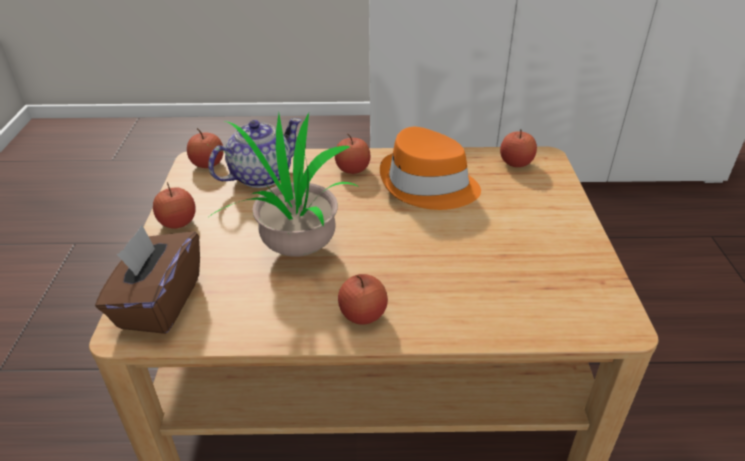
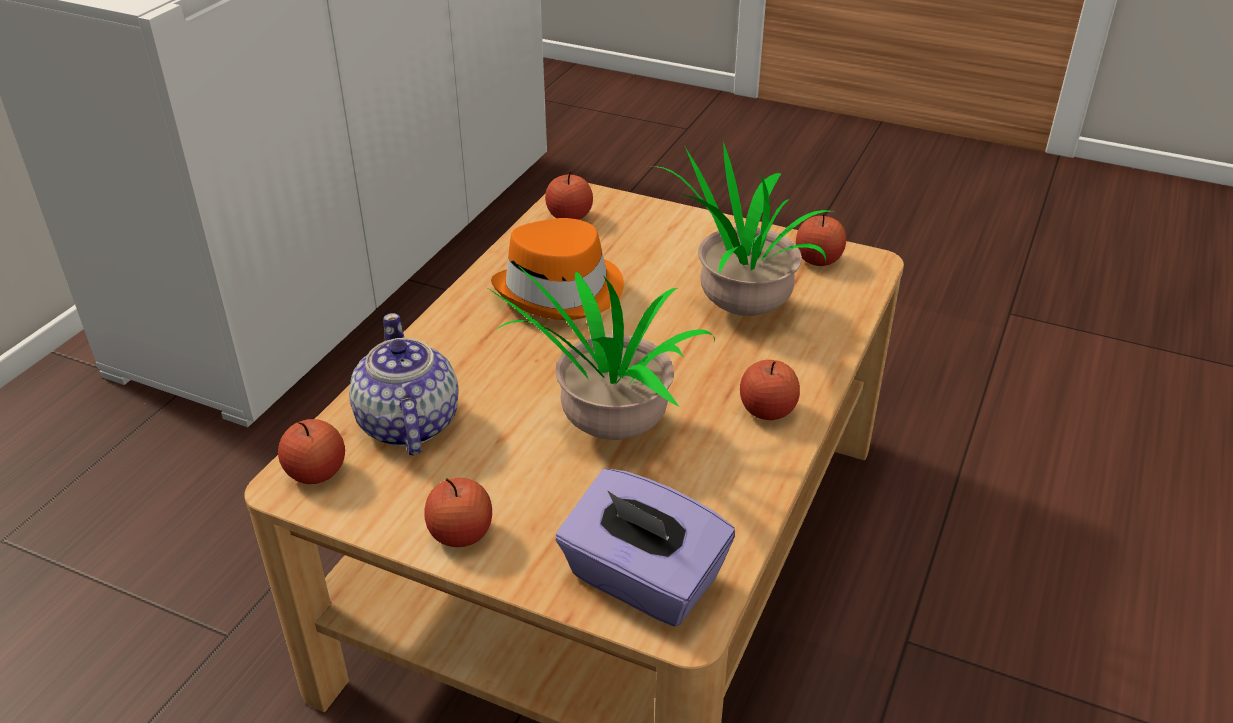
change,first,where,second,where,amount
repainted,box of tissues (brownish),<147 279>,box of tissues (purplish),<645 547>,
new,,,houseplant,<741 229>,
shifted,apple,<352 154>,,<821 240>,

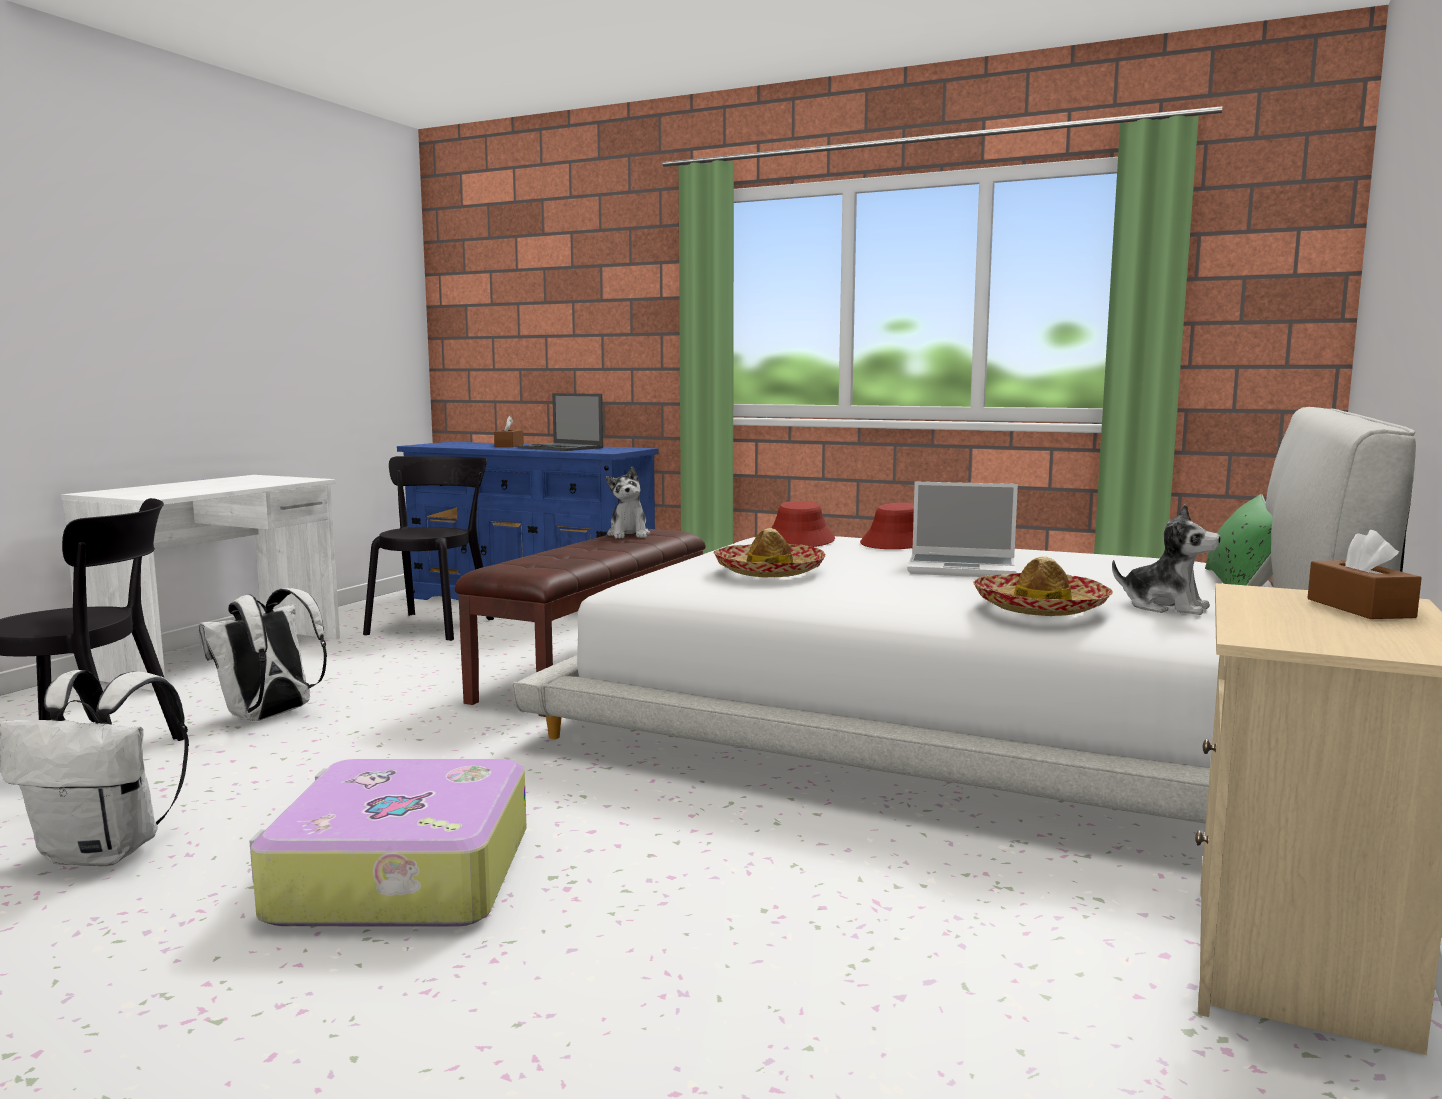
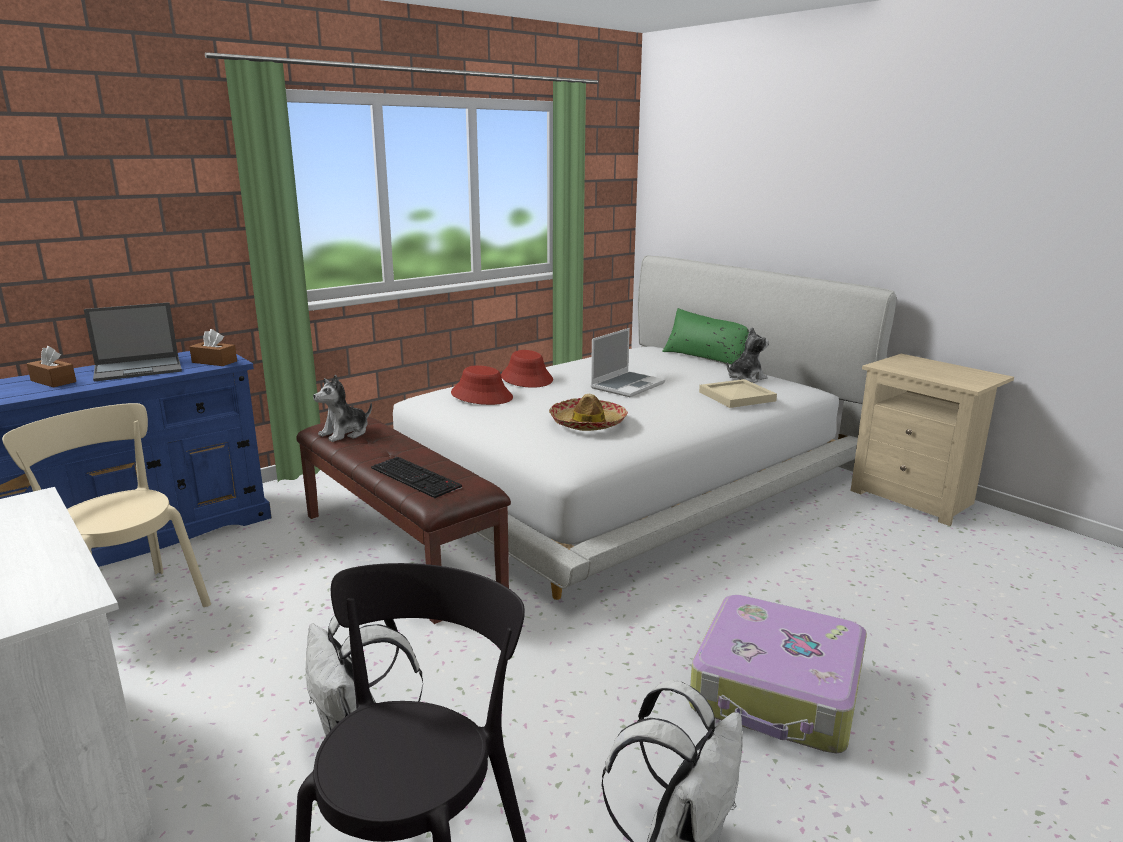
change,first,where,second,where,amount
repainted,upright chair (black),<428 548>,upright chair (sand-coloured),<106 505>,
shifted,box of tissues (brownish),<1365 574>,,<213 347>,
rotated,cuddly toy,<628 503>,,<342 408>,120 degrees clockwise
new,,,keyboard,<416 477>,
swapped,clothing hat,<1043 586>,serving tray (sand-coloured),<738 393>,

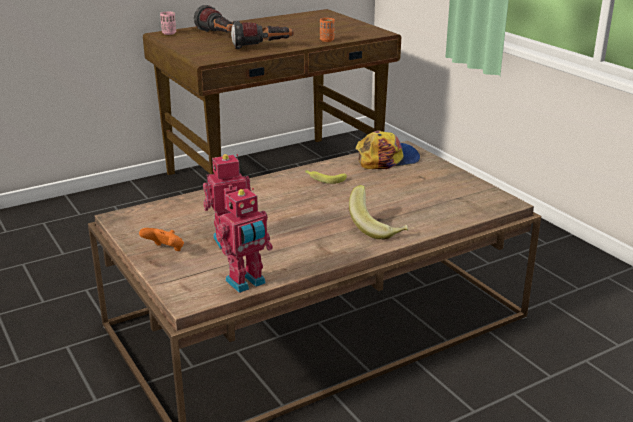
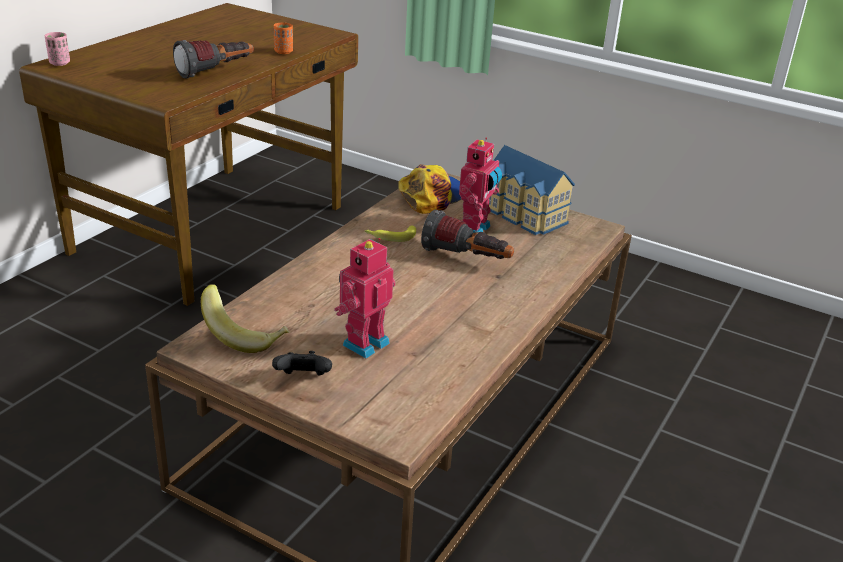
change,first,where,second,where,amount
shifted,banana fruit,<378 212>,,<245 318>,
repainted,game controller (orange),<161 239>,game controller (black),<302 363>,
shifted,flashlight,<213 19>,,<467 234>,
shifted,model robot,<244 240>,,<480 185>,
new,,,miniature house,<532 190>,

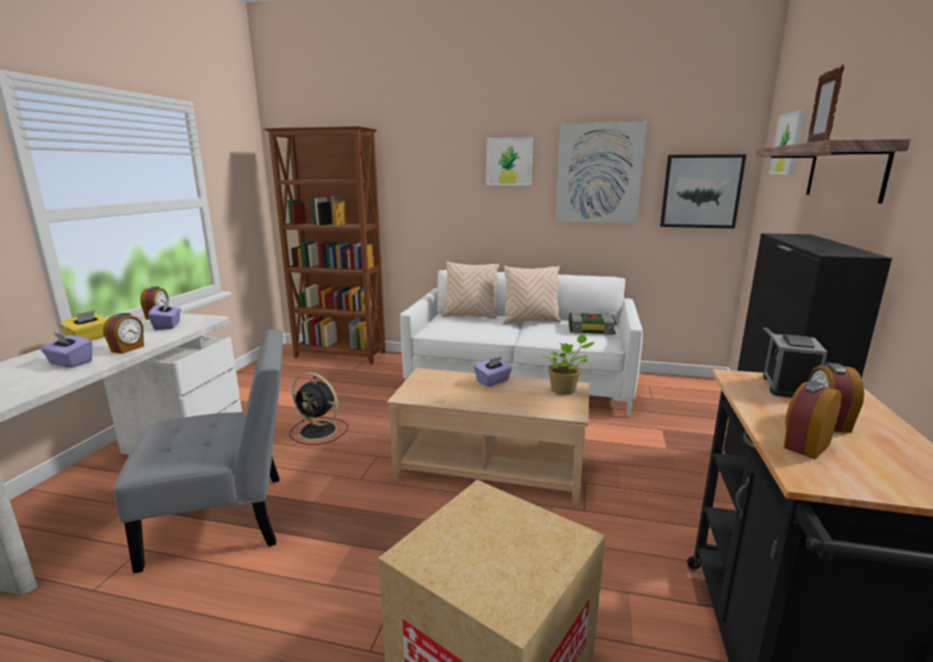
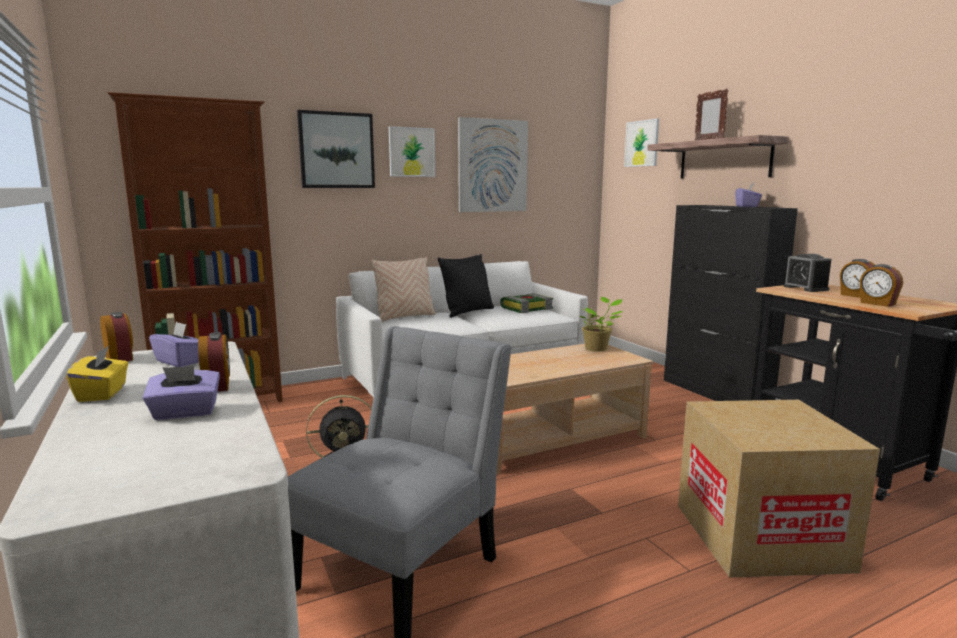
change,first,where,second,where,amount
shifted,picture,<703 191>,,<336 149>,
repainted,pillow (sand-coloured),<532 294>,pillow (black),<466 286>,
shifted,box of tissues (purplish),<493 371>,,<748 195>,
rotated,table clock,<813 419>,,<881 285>,45 degrees counterclockwise

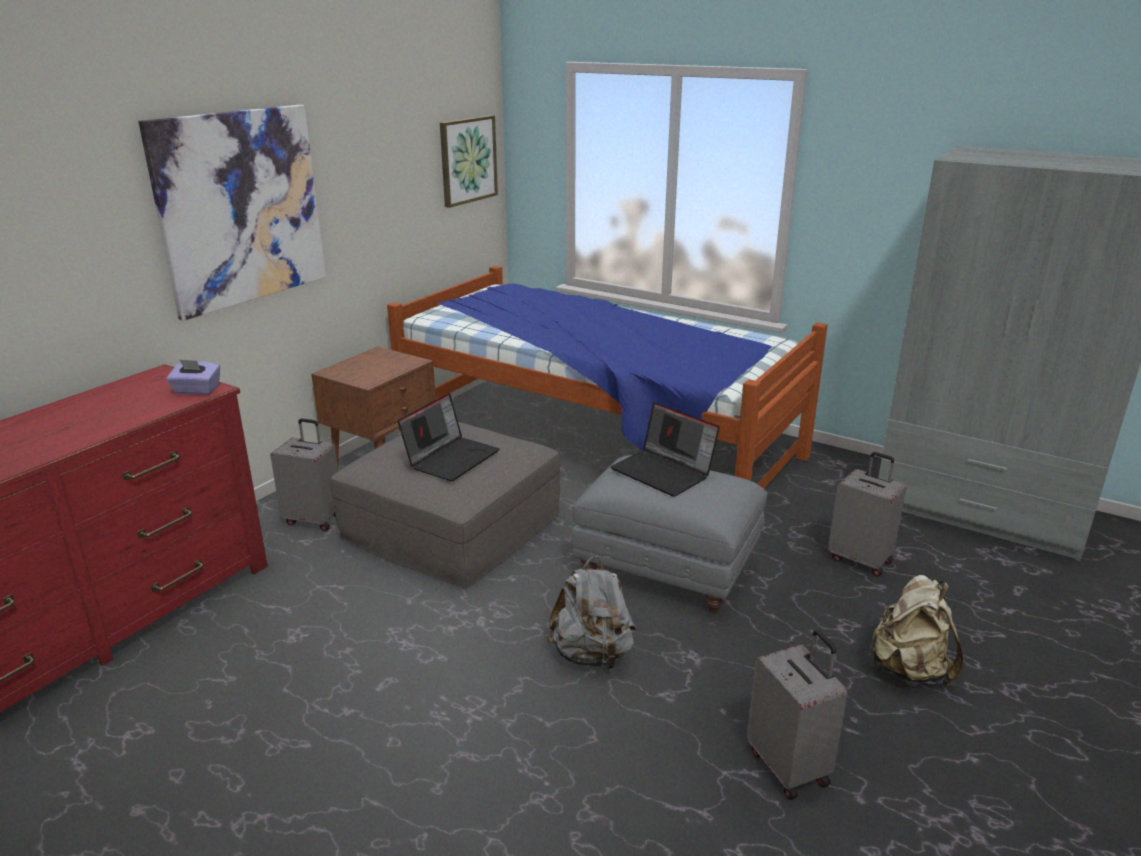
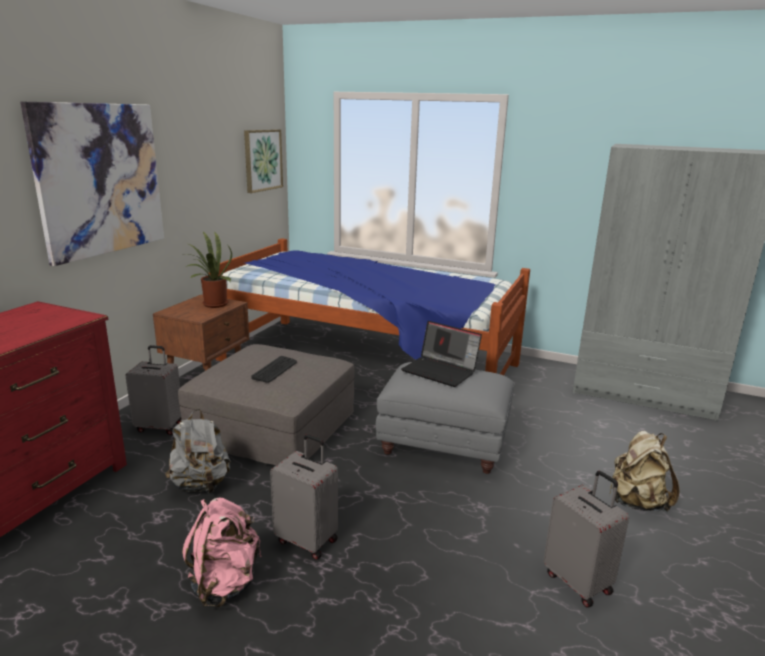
change,first,where,second,where,amount
shifted,backpack (gray),<591 613>,,<198 451>,
new,,,backpack (pink),<222 552>,
new,,,houseplant,<209 269>,
swapped,laptop,<448 437>,keyboard,<274 369>,
shifted,piece of luggage (gray),<867 514>,,<304 497>,
gone,box of tissues (purplish),<193 377>,,,

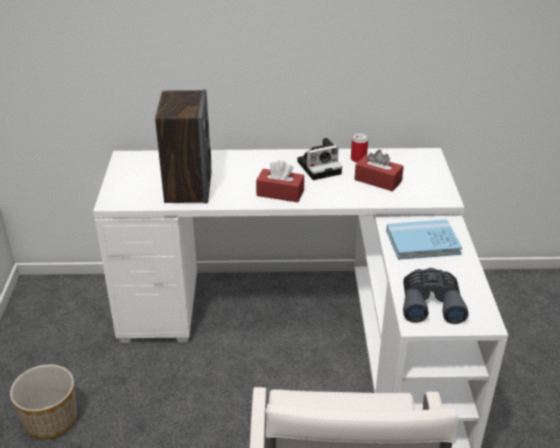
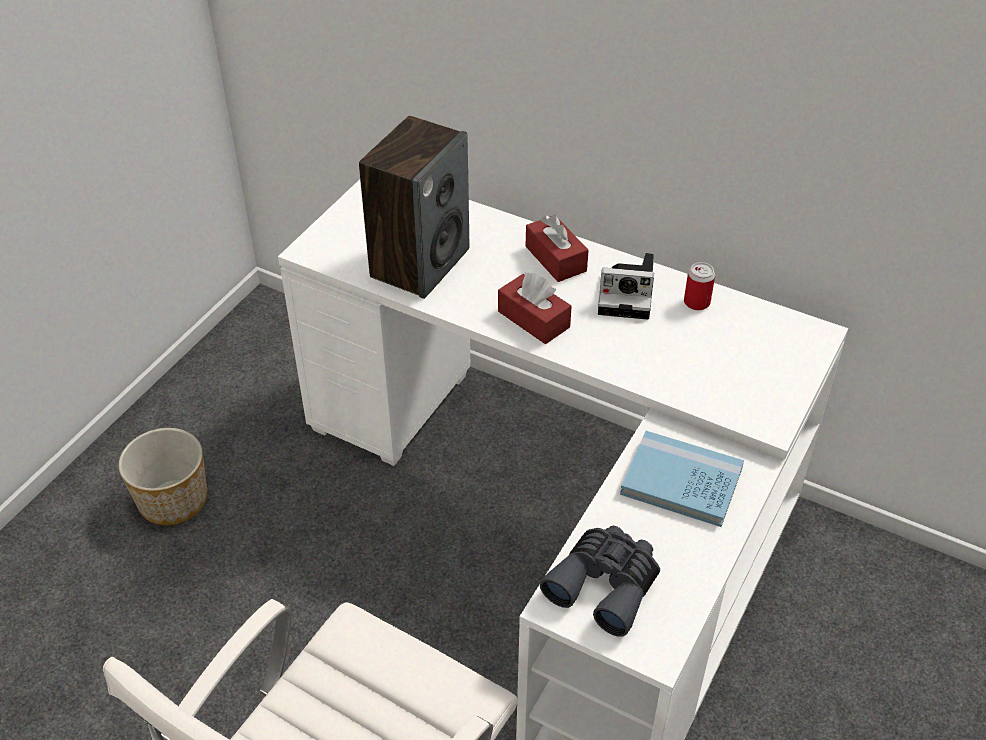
change,first,where,second,where,amount
shifted,box of tissues (red-coloured),<379 170>,,<557 248>,

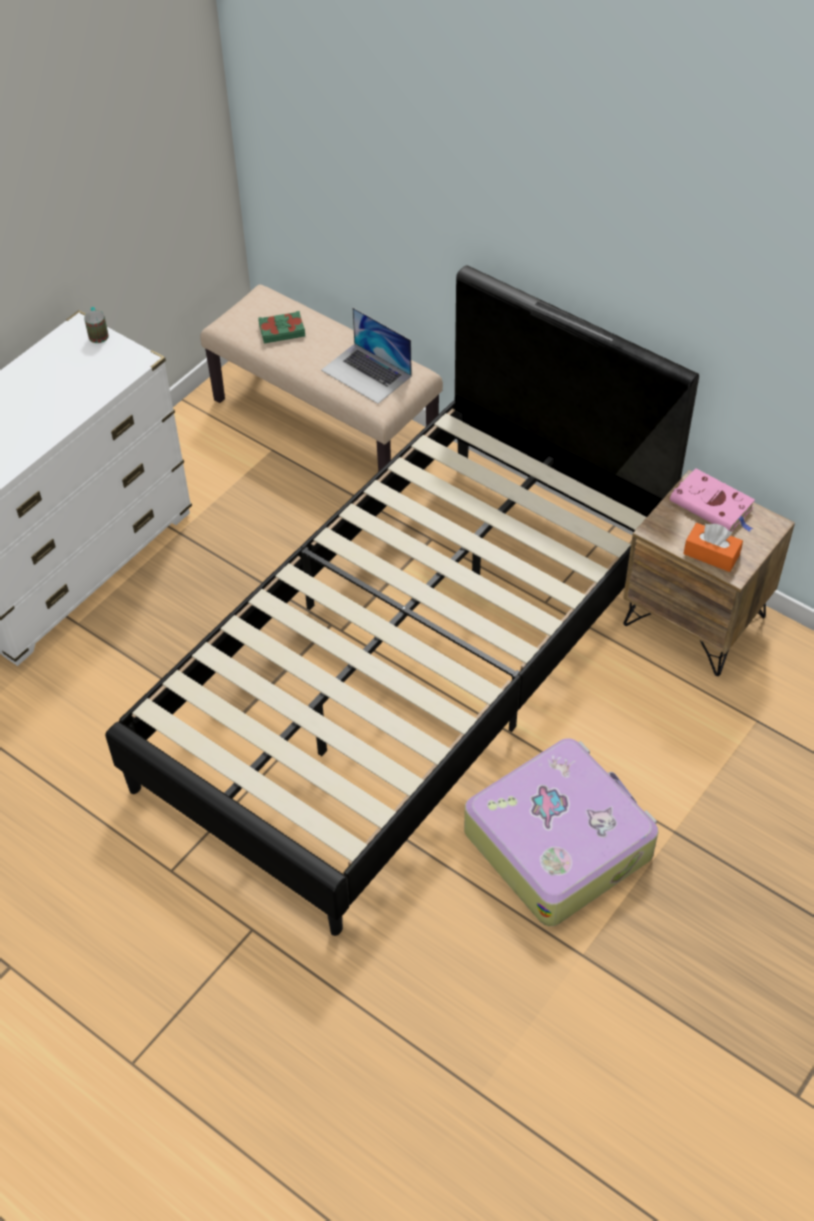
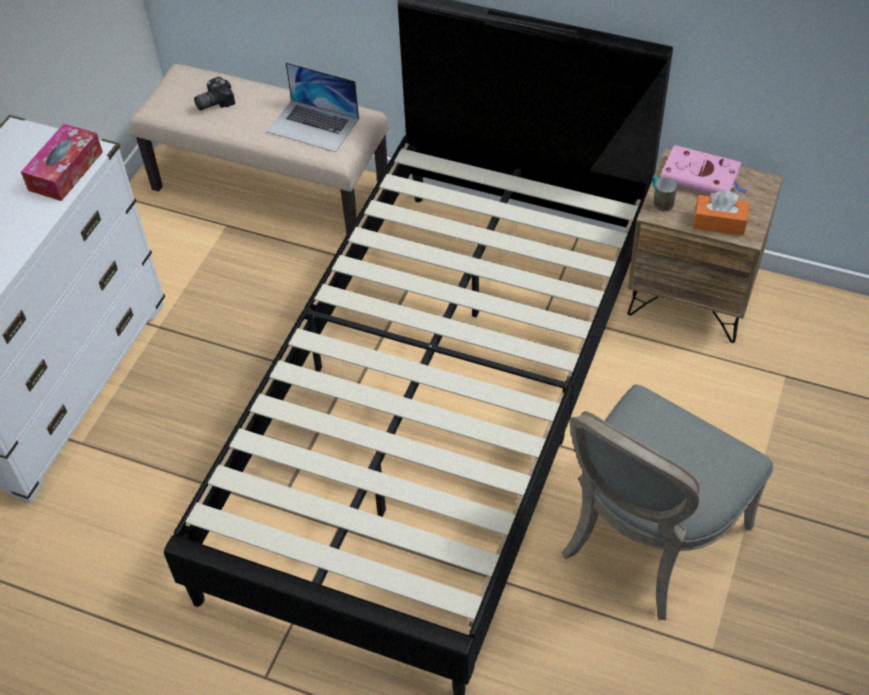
change,first,where,second,where,amount
new,,,box of tissues,<62 162>,
swapped,book (greenish),<281 327>,photo camera,<214 93>,
swapped,piece of luggage,<561 832>,upright chair (gray),<668 502>,
shifted,coffee mug,<96 325>,,<664 193>,

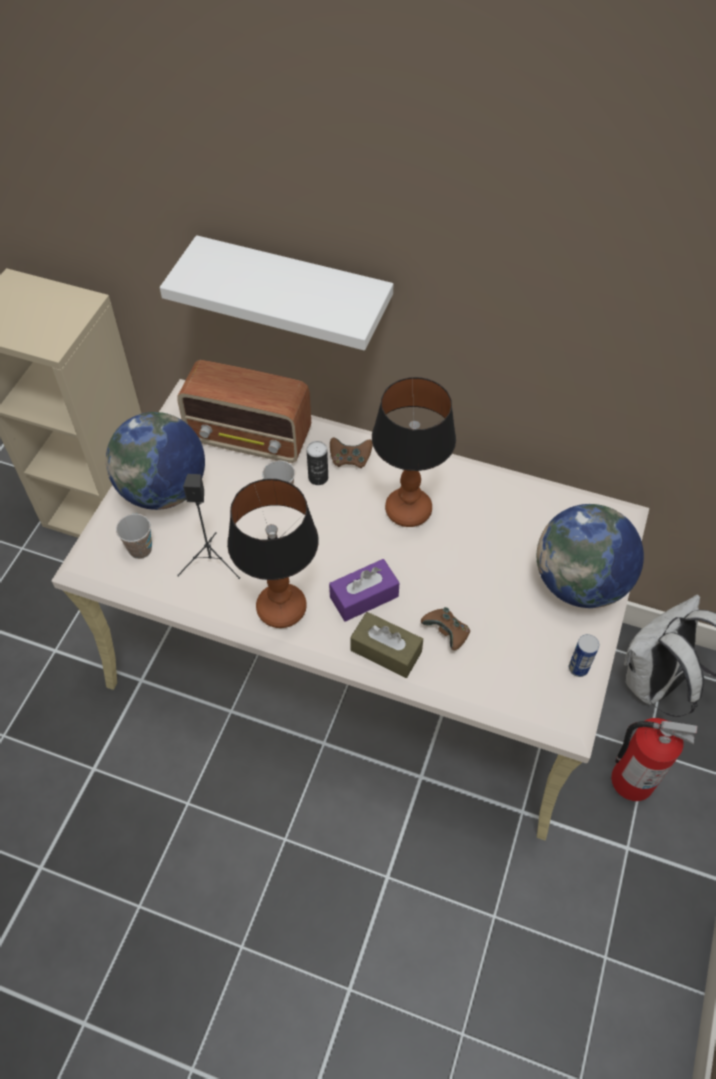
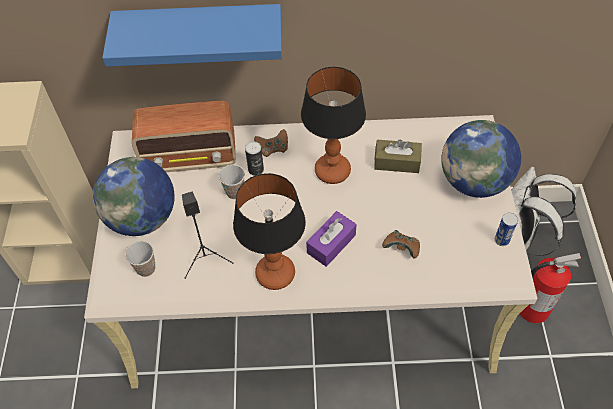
change,first,where,second,where,amount
repainted,bracket shelf (whitish),<276 293>,bracket shelf (bluish),<192 35>,
shifted,box of tissues (brownish),<386 645>,,<398 156>,

